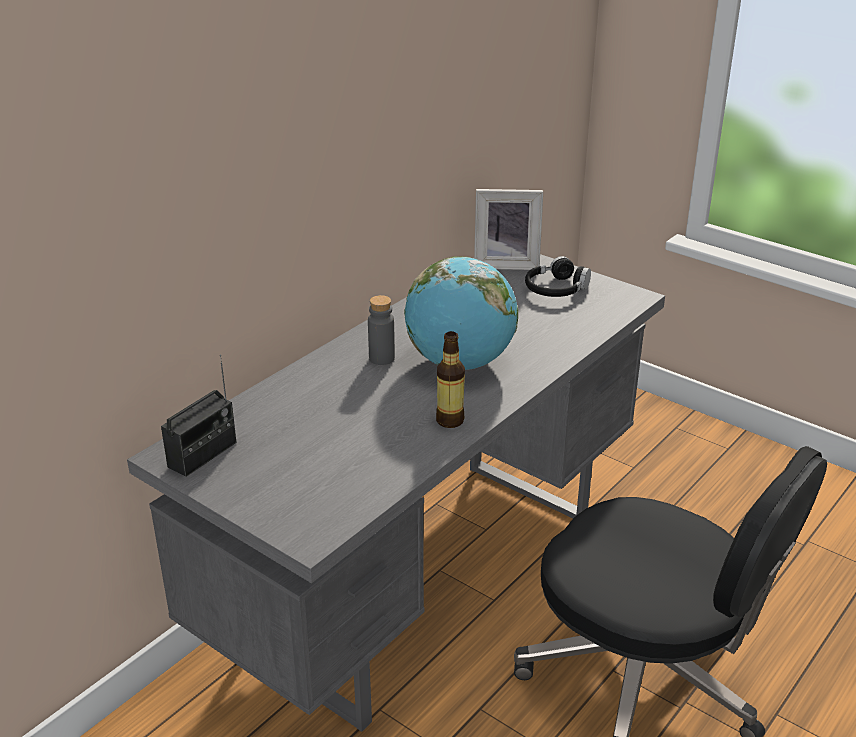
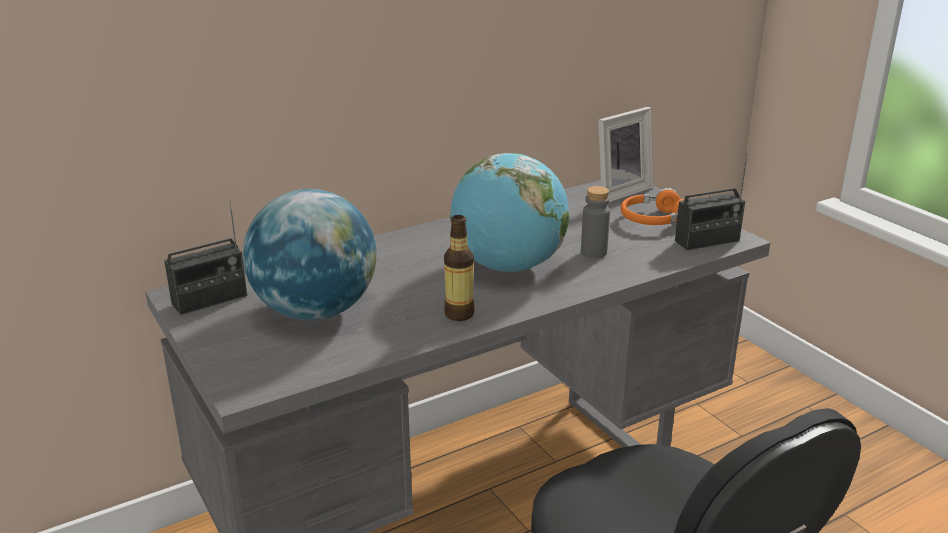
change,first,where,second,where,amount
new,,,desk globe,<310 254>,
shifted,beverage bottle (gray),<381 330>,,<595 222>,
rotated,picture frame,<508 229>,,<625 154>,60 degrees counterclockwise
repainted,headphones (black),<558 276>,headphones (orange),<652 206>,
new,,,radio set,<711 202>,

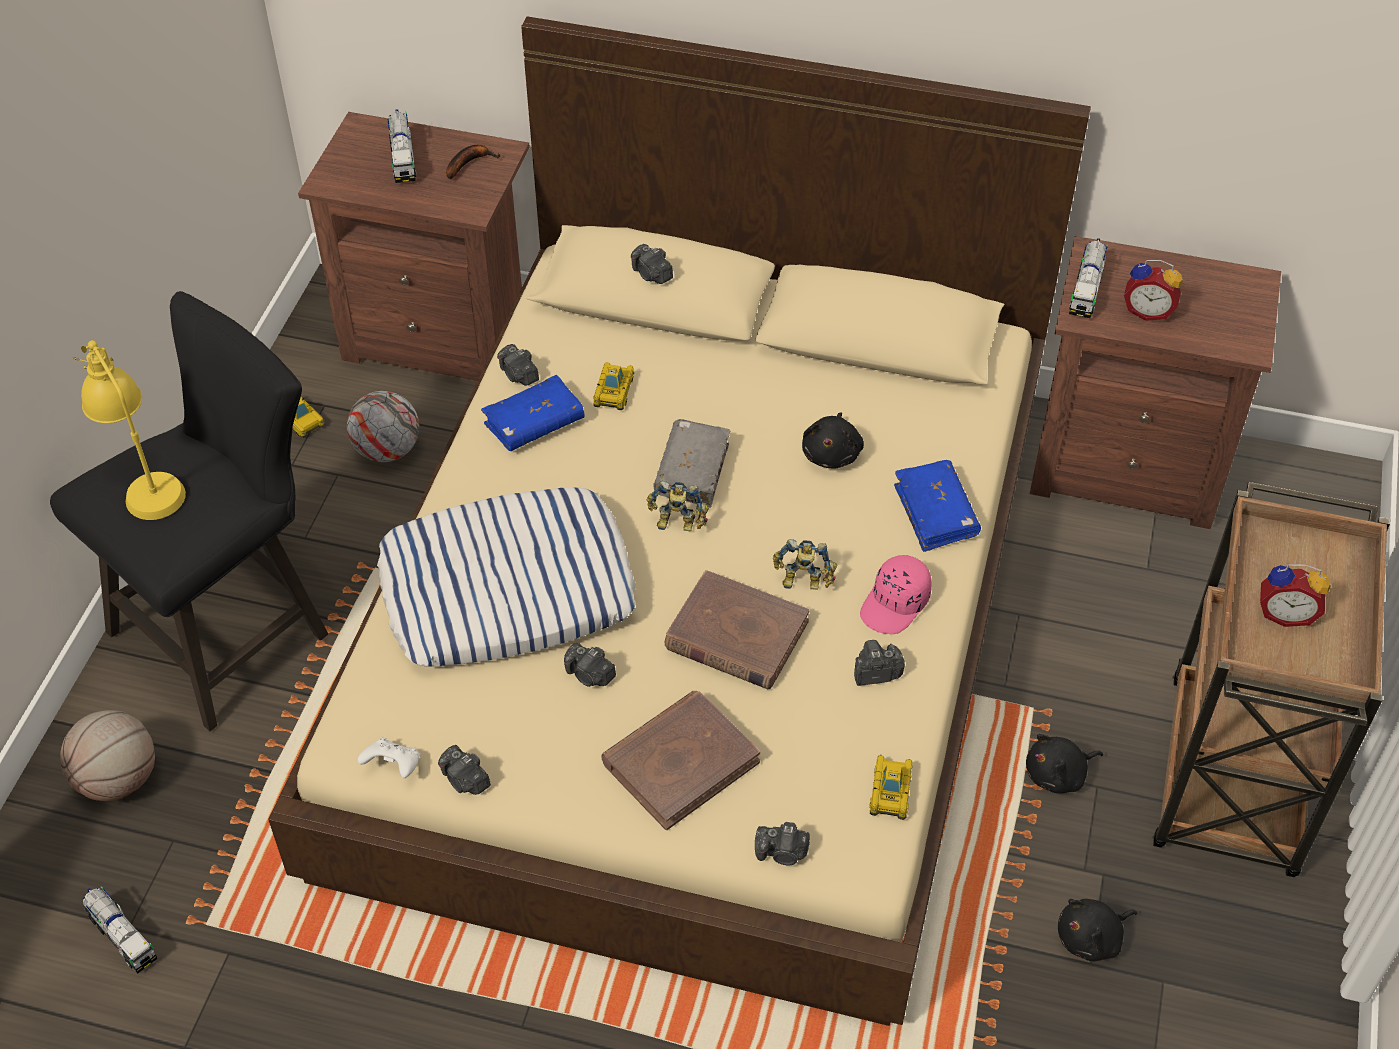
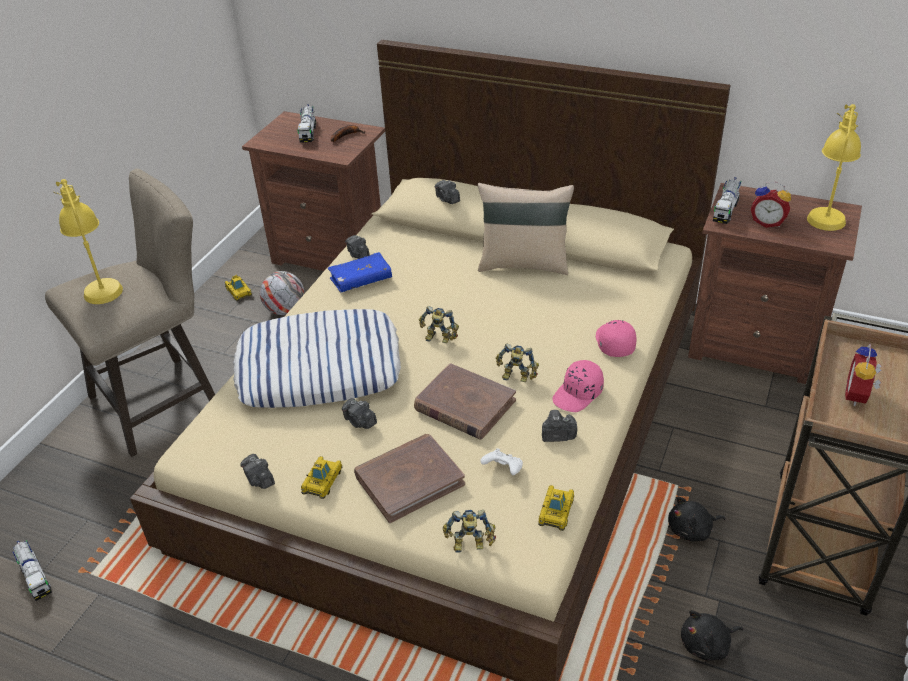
change,first,where,second,where,amount
repainted,stool (black),<189 511>,stool (sand-coloured),<130 313>,
shifted,toy car,<613 386>,,<321 477>,
swapped,photo camera,<782 843>,model robot,<469 531>,
new,,,pillow (sand-coloured),<526 229>,
shifted,game controller (whitish),<388 757>,,<501 461>,
swapped,book (bluish),<937 506>,cap (pink),<616 338>,
new,,,tabletop lamp (yellow-coloured),<834 167>,
rotated,table clock,<1295 595>,,<863 374>,90 degrees clockwise
gone,basketball,<107 755>,,,
gone,book (gray),<692 463>,,,
gone,cuddly toy (black),<833 440>,,,

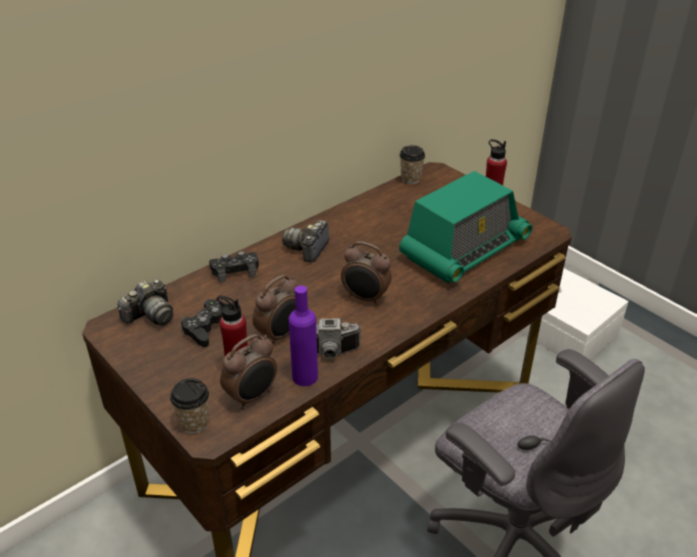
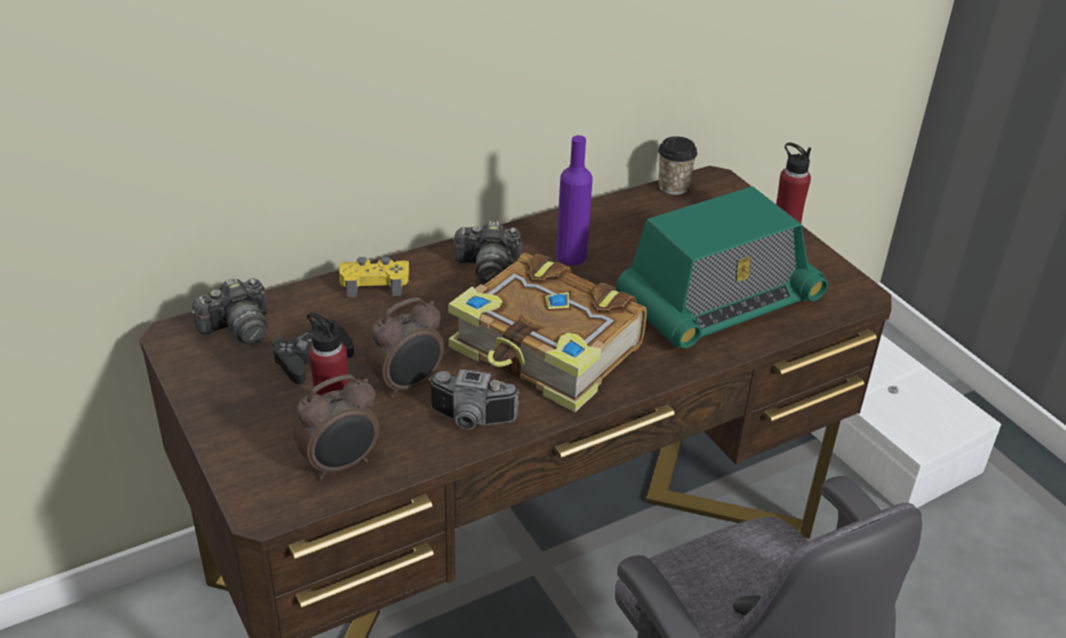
change,first,where,second,where,amount
repainted,game controller (black),<234 267>,game controller (yellow-coloured),<374 277>,
swapped,table clock,<366 274>,book,<547 332>,
rotated,photo camera,<305 241>,,<487 252>,120 degrees counterclockwise
shifted,beverage bottle (purplish),<303 336>,,<574 200>,
gone,cup,<189 406>,,,

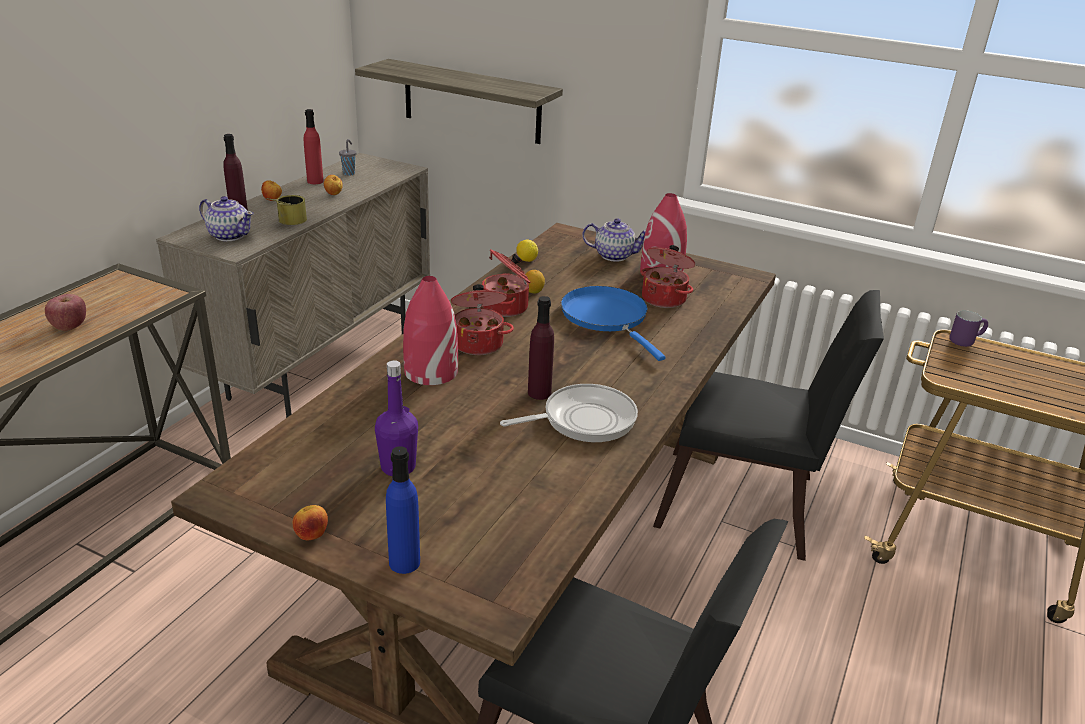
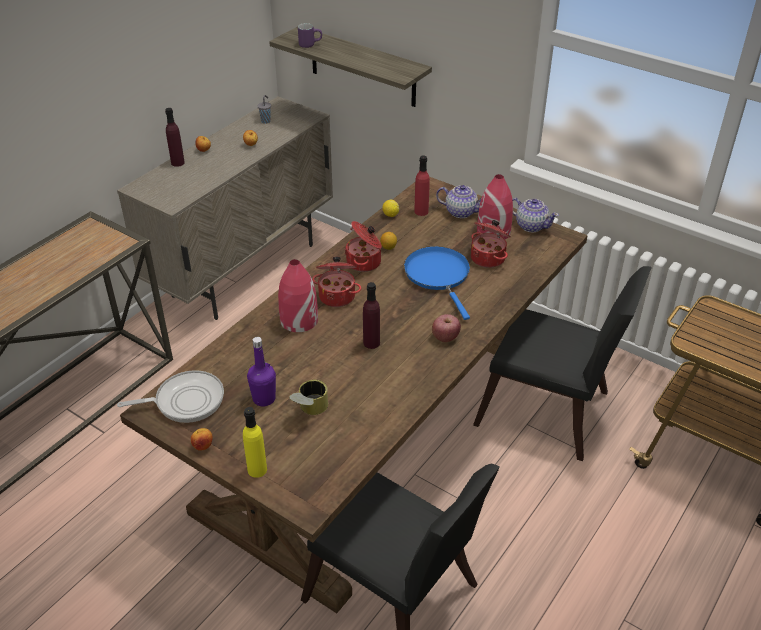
change,first,where,second,where,amount
shifted,frying pan,<569 413>,,<170 396>,
repainted,beverage bottle (bluish),<403 510>,beverage bottle (yellow-coloured),<255 442>,
shifted,sealed can,<286 210>,,<308 397>,
shifted,coffee mug (purplish),<968 328>,,<310 35>,
shifted,beverage bottle (red-coloured),<313 146>,,<422 185>,
shifted,apple,<65 312>,,<446 328>,
shifted,teapot,<226 218>,,<535 215>,

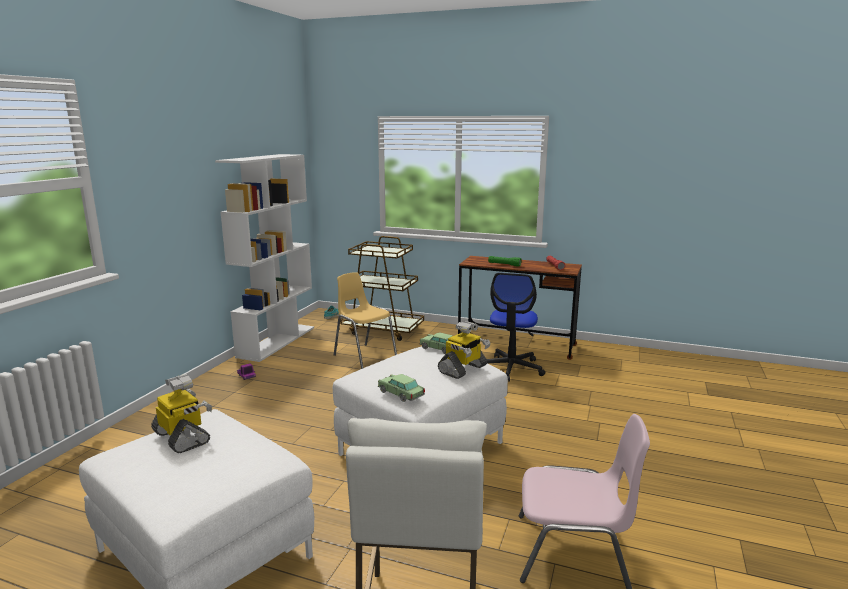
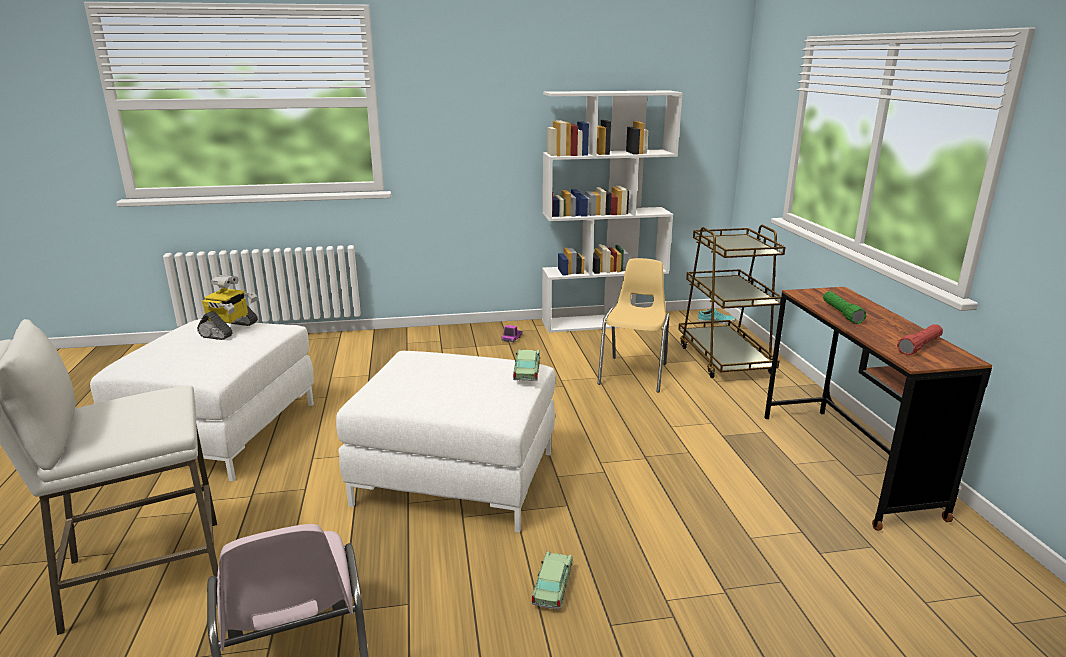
change,first,where,second,where,amount
shifted,toy car,<401 388>,,<552 580>,
gone,model robot,<464 350>,,,
gone,office chair,<515 327>,,,

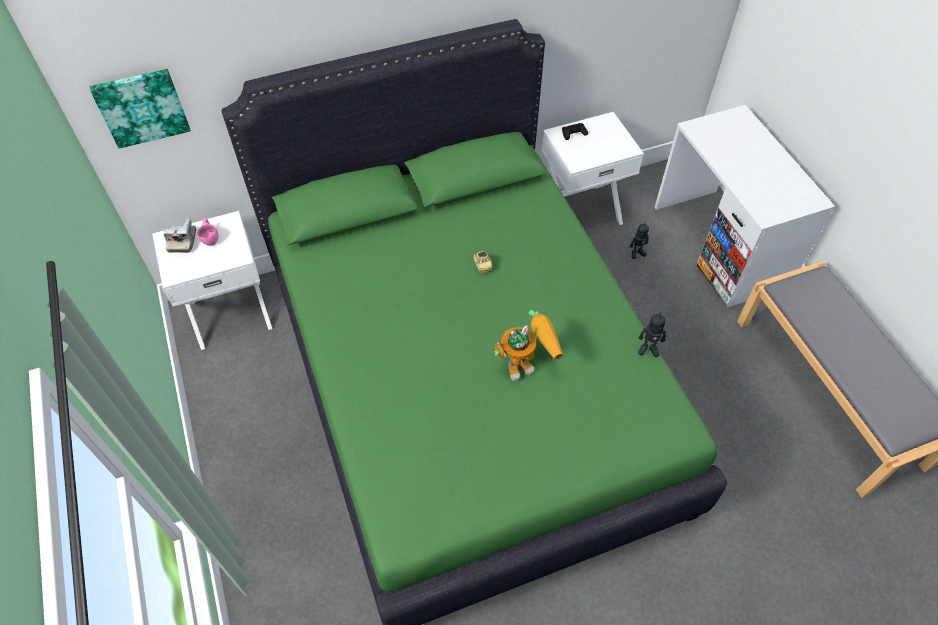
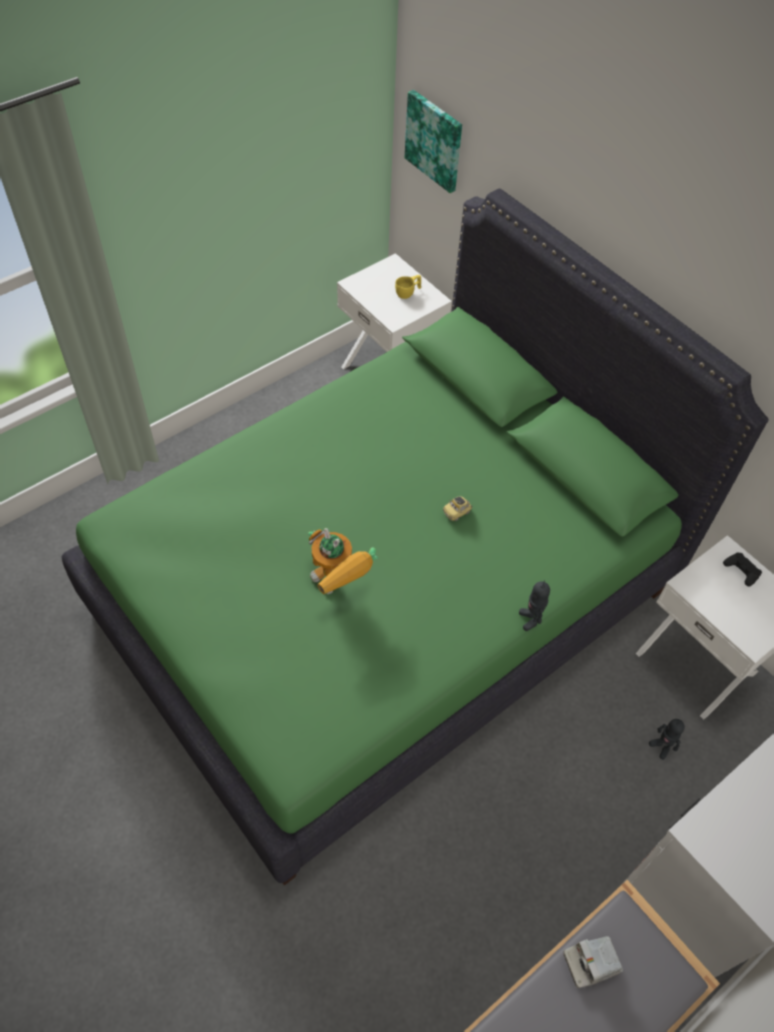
change,first,where,second,where,amount
repainted,cup (pink),<208 232>,cup (yellow-coloured),<408 287>,
shifted,model robot,<652 334>,,<534 605>,
shifted,photo camera,<180 236>,,<593 962>,

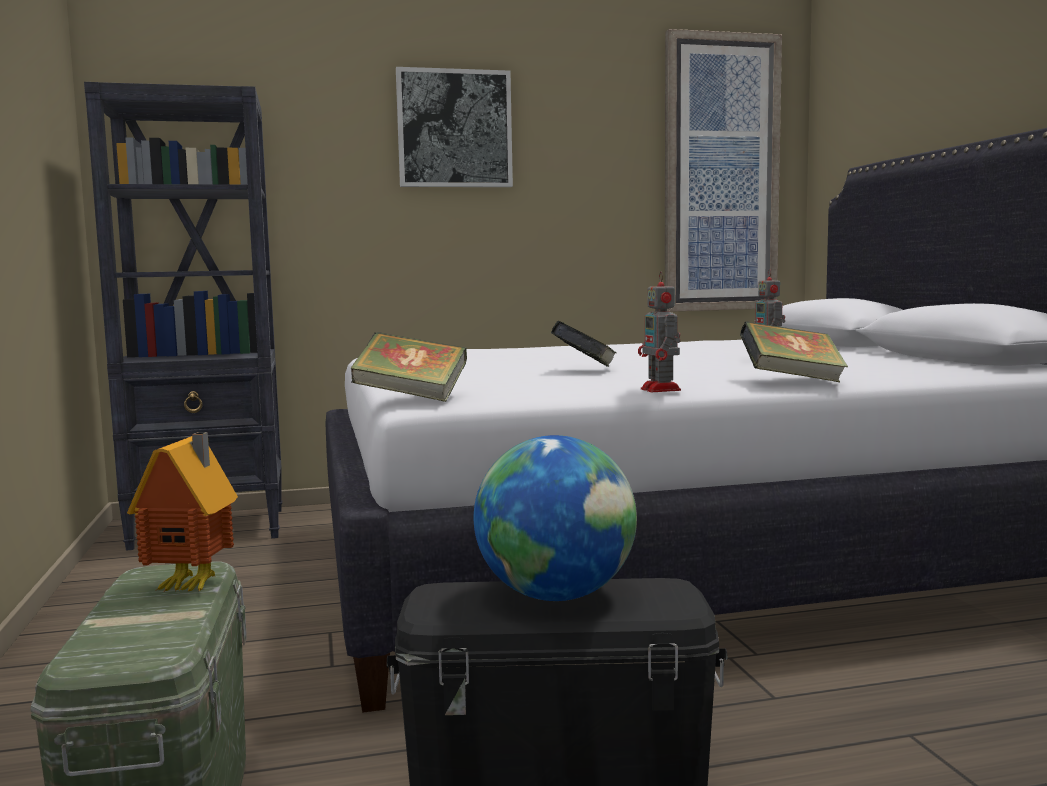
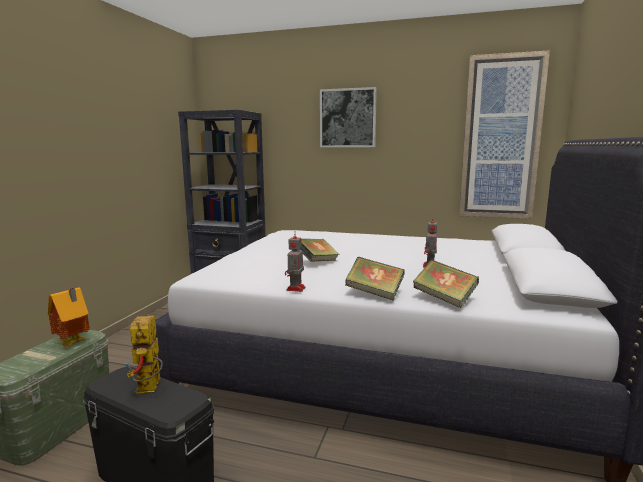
change,first,where,second,where,amount
swapped,desk globe,<555 518>,model robot,<144 354>,
shifted,book,<409 367>,,<446 284>,

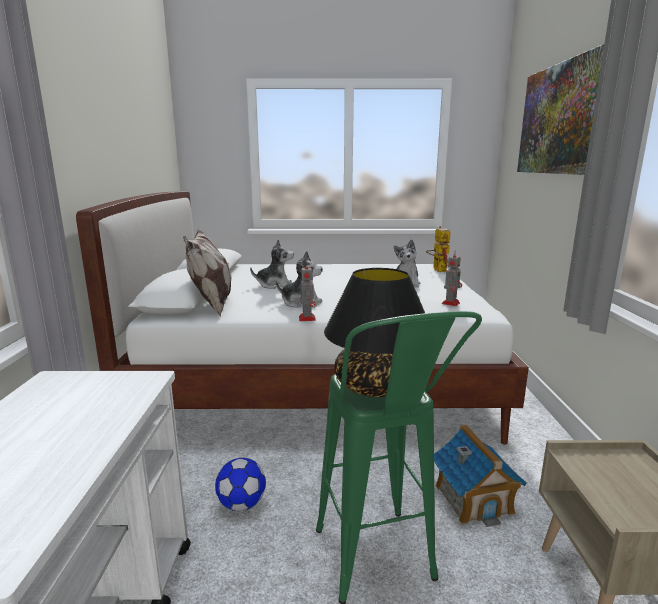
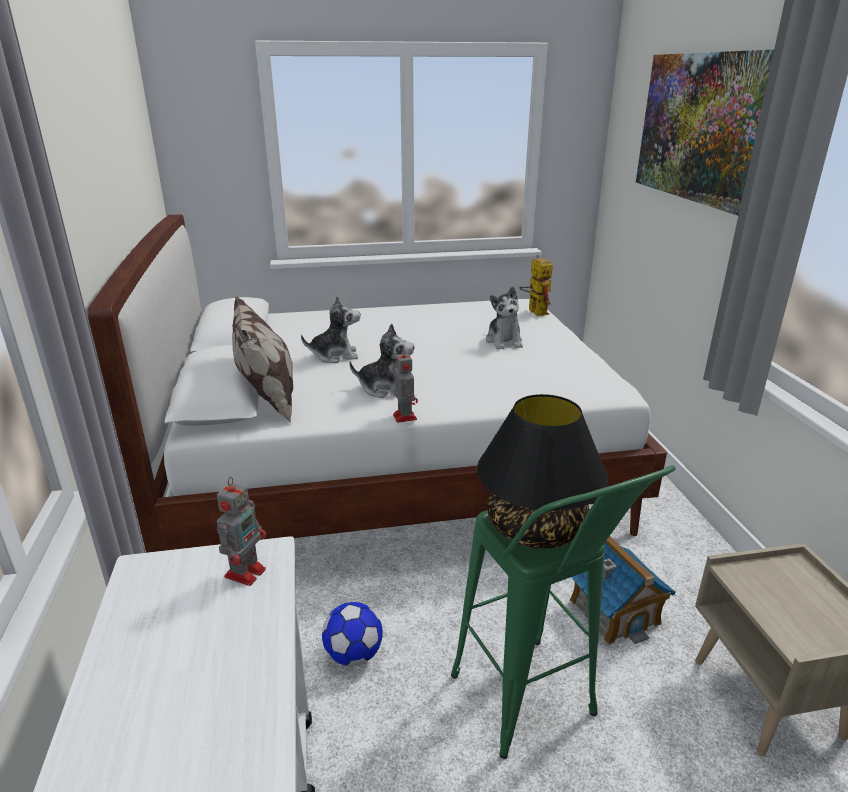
change,first,where,second,where,amount
shifted,model robot,<452 278>,,<241 531>,

